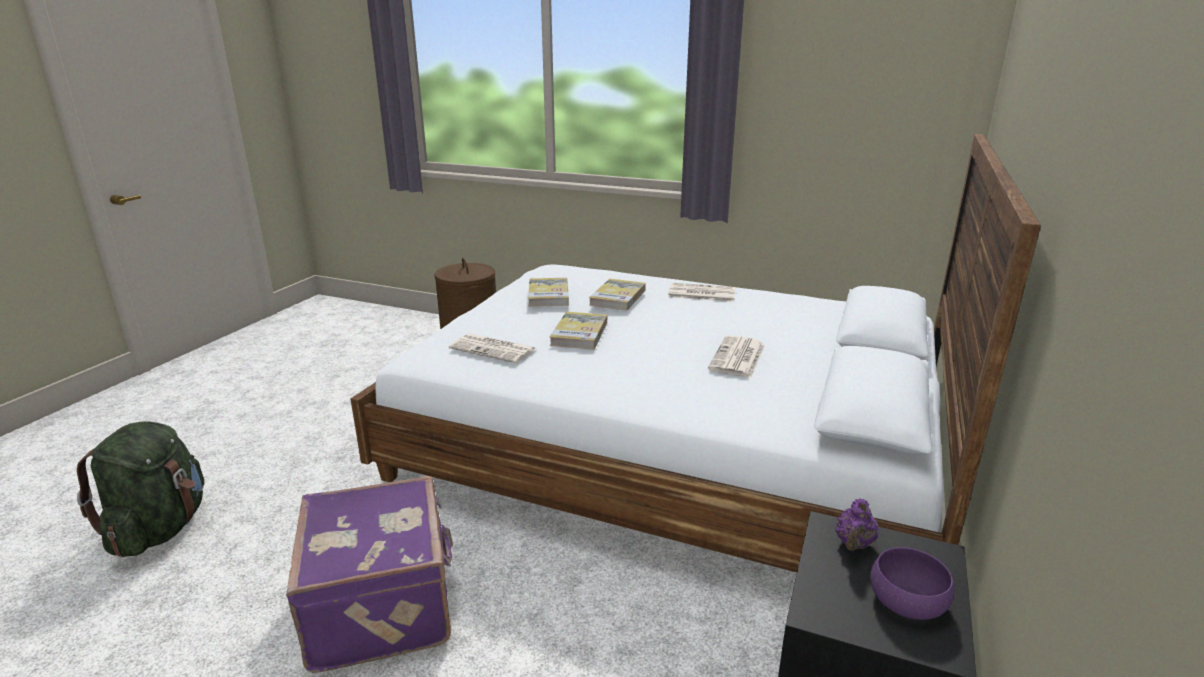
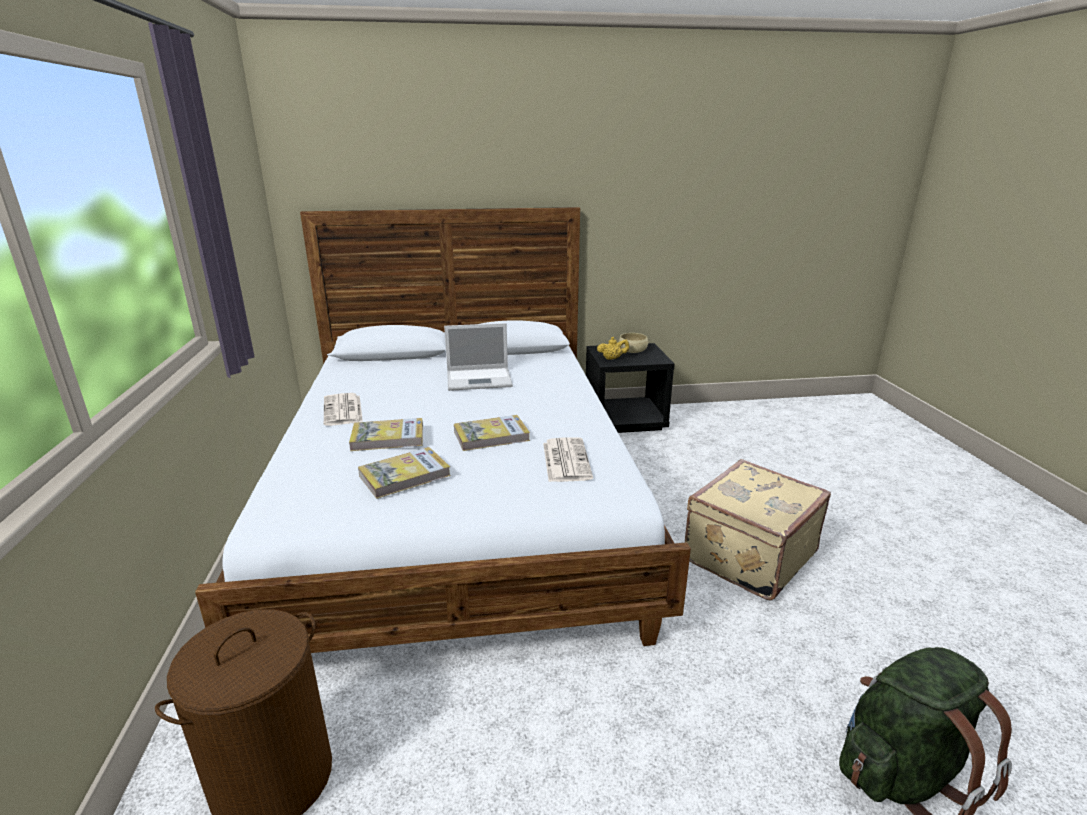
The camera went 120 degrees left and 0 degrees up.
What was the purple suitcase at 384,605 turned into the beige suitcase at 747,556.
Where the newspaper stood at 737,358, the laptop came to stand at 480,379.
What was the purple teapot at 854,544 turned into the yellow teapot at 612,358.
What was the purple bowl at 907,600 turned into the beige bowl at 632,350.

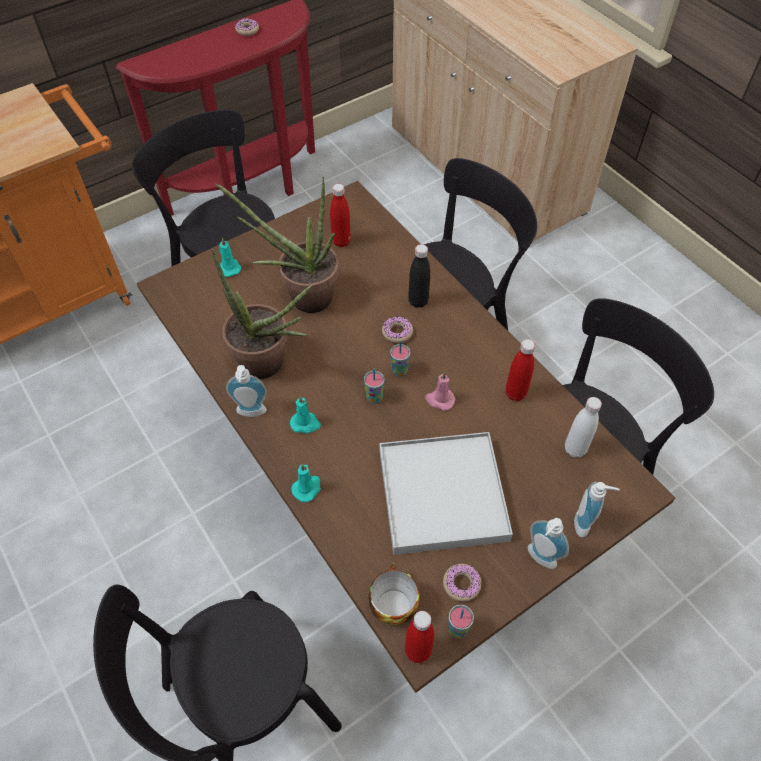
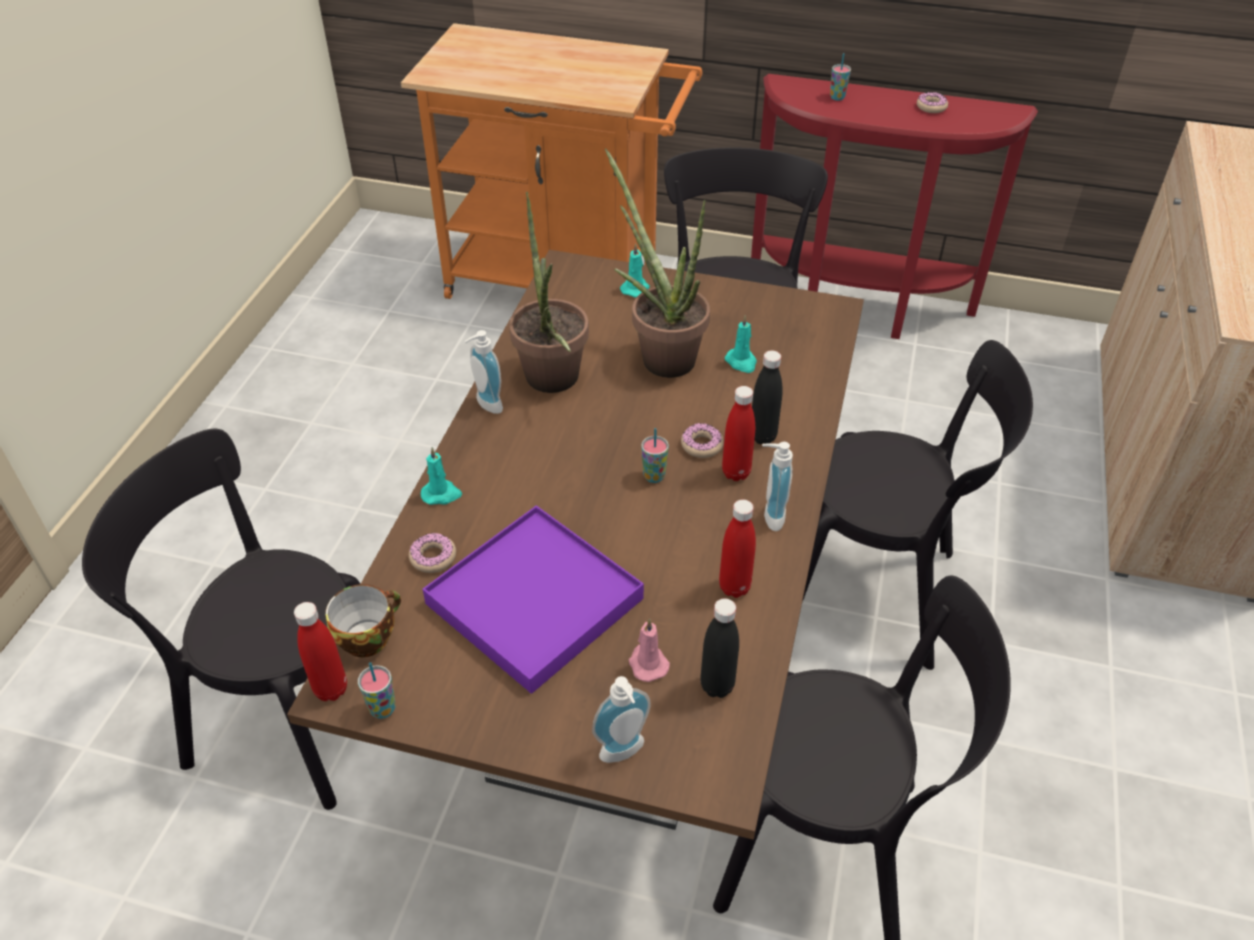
The camera went 50 degrees right and 10 degrees down.
The turquoise candle ended up elsewhere, having gone from 305,423 to 741,362.
The red bottle ended up elsewhere, having gone from 341,241 to 736,472.
The cup ended up elsewhere, having gone from 374,397 to 837,97.
What was the white tray at 442,495 turned into the purple tray at 534,601.
The pink candle ended up elsewhere, having gone from 439,400 to 647,663.
The donut ended up elsewhere, having gone from 461,584 to 433,557.
The soap dispenser ended up elsewhere, having gone from 539,559 to 769,516.
What was the white bottle at 575,449 turned into the black bottle at 717,686.

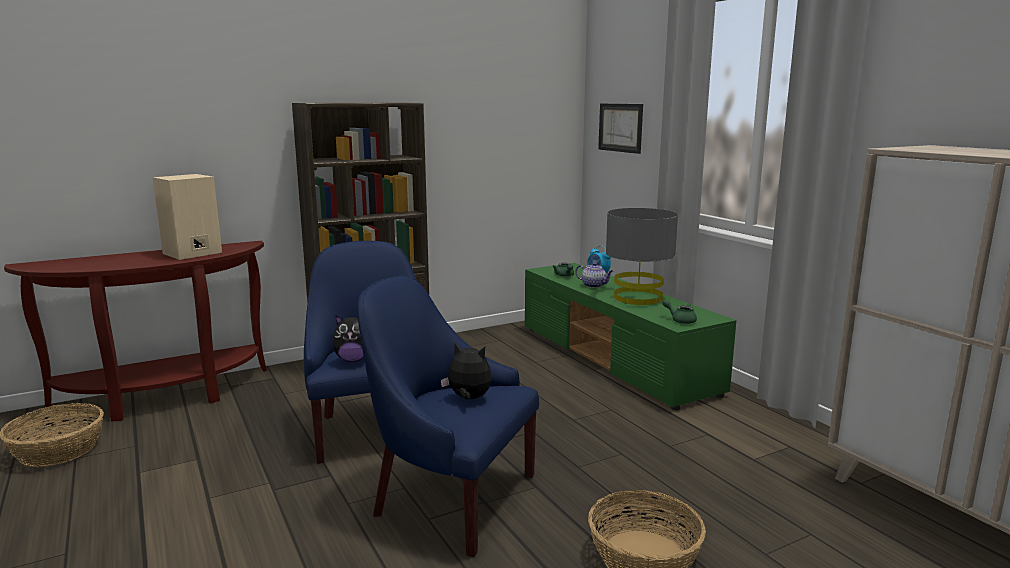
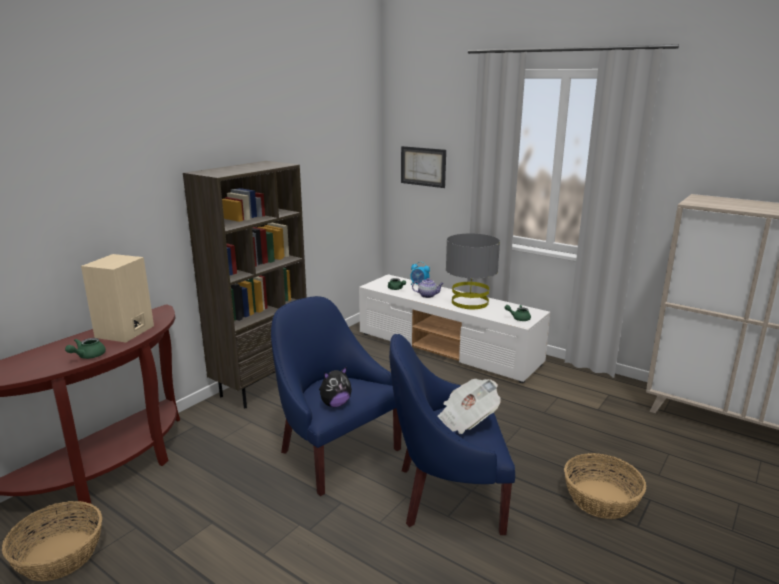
The camera went 25 degrees left and 5 degrees up.
Where the plush toy stood at 468,399, the newspaper came to stand at 465,420.
What was the green tv stand at 615,359 turned into the white tv stand at 448,349.
The second view gained the green teapot at 88,356.

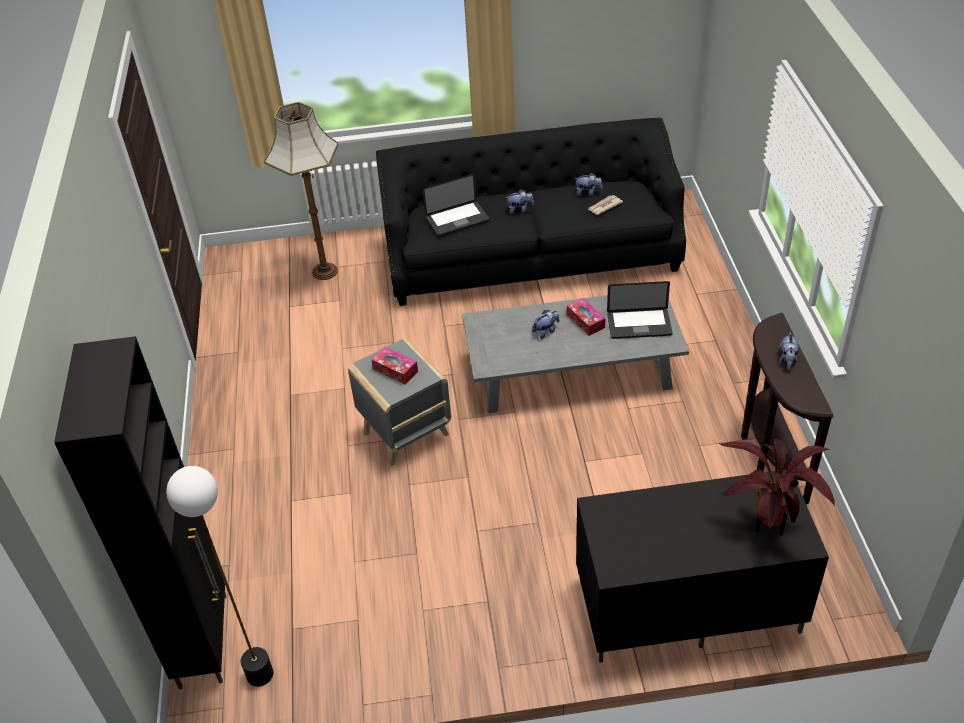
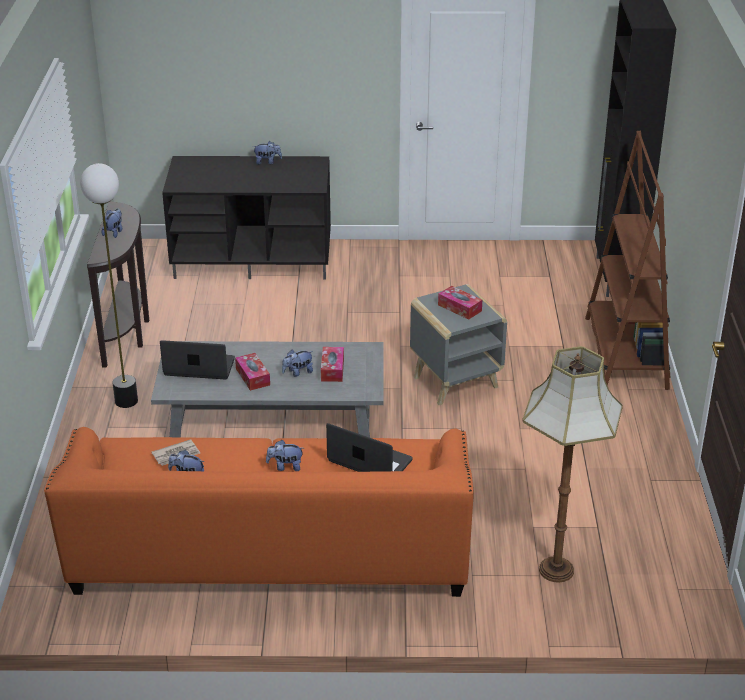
The camera went 175 degrees left and 10 degrees down.
The floor lamp ended up elsewhere, having gone from 260,673 to 126,401.
What was the black sofa at 531,256 turned into the orange sofa at 270,554.
The laptop at 457,220 ended up facing another way, 45 degrees clockwise from before.
The second view lost the potted plant at 766,526.
The second view gained the plush toy at 267,162.
The second view gained the tissue box at 332,369.
The second view gained the brown bookcase at 625,353.

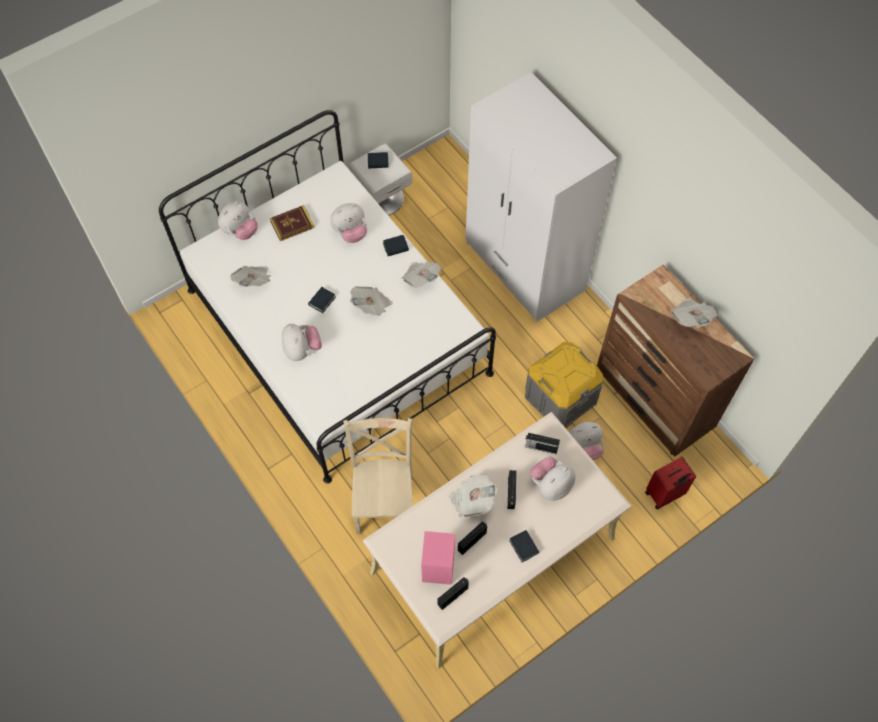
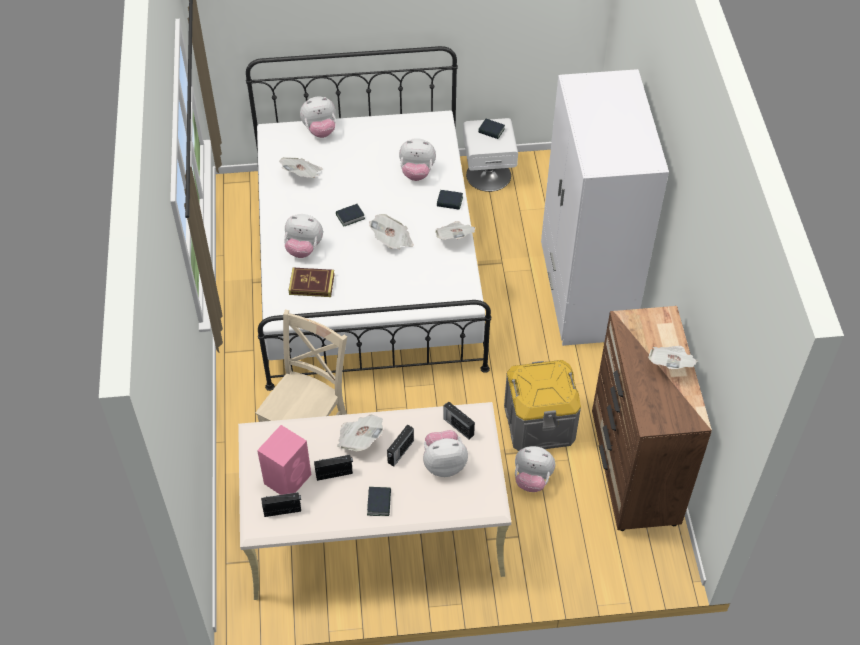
The camera went 30 degrees right and 10 degrees down.
The book ended up elsewhere, having gone from 292,225 to 311,284.
The plush toy at 302,350 ended up facing another way, 90 degrees clockwise from before.
The second view lost the red suitcase at 665,494.

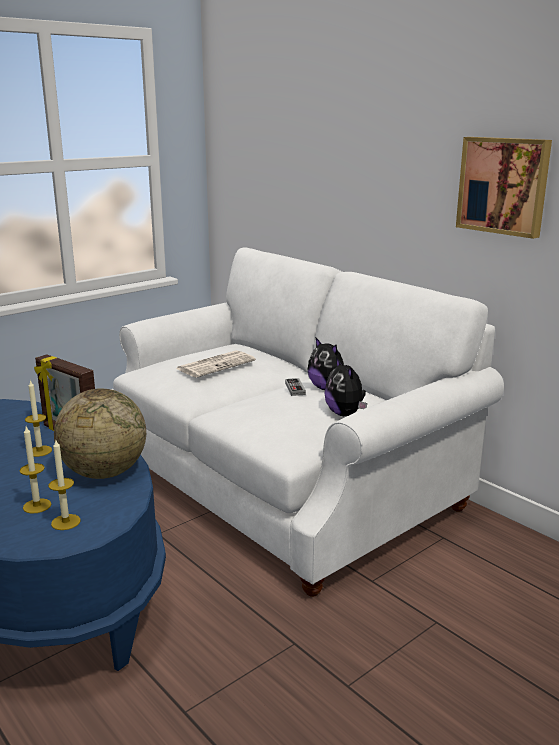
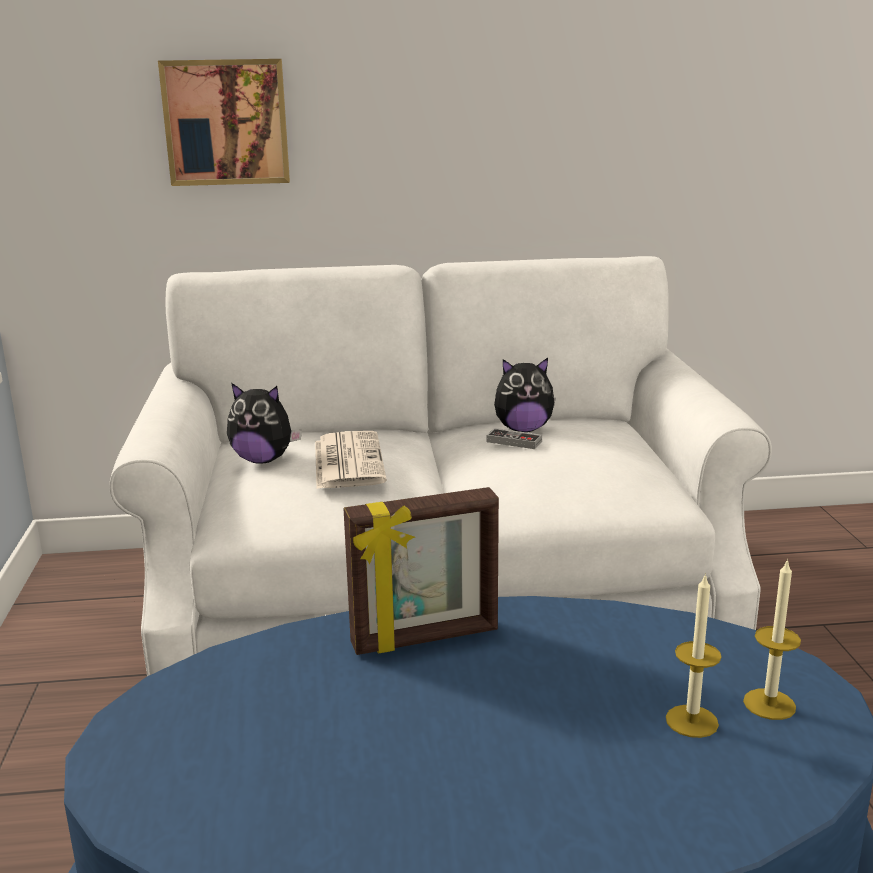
The camera went 55 degrees left and 0 degrees up.
The second view lost the candle at 39,451.
The second view lost the globe at 104,472.
The plush toy ended up elsewhere, having gone from 345,414 to 263,460.
The picture ended up elsewhere, having gone from 504,185 to 226,122.

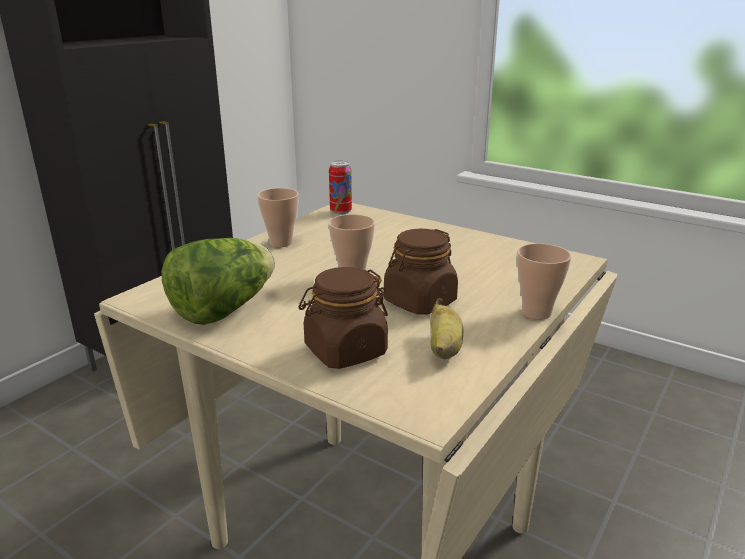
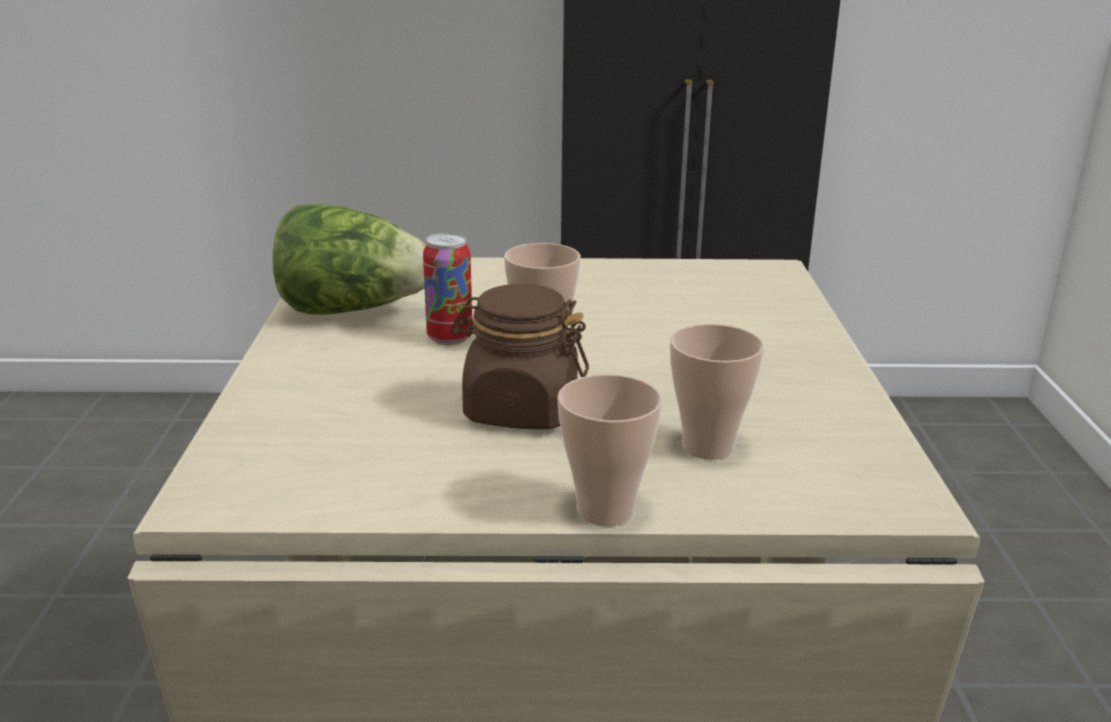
The camera went 55 degrees right and 0 degrees up.
The cup ended up elsewhere, having gone from 281,243 to 708,447.
The second view lost the brown jar at 345,351.
The can ended up elsewhere, having gone from 341,212 to 449,338.
The second view lost the banana at 444,349.

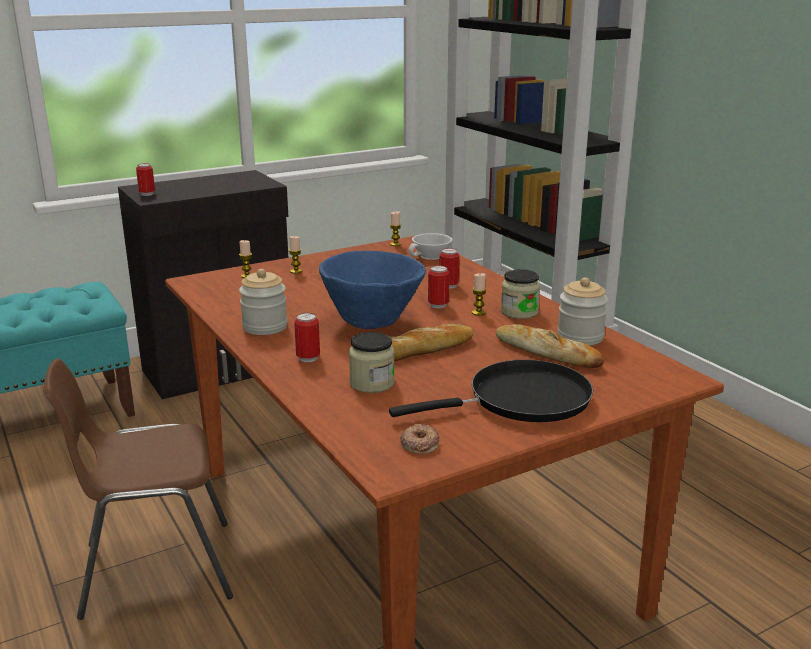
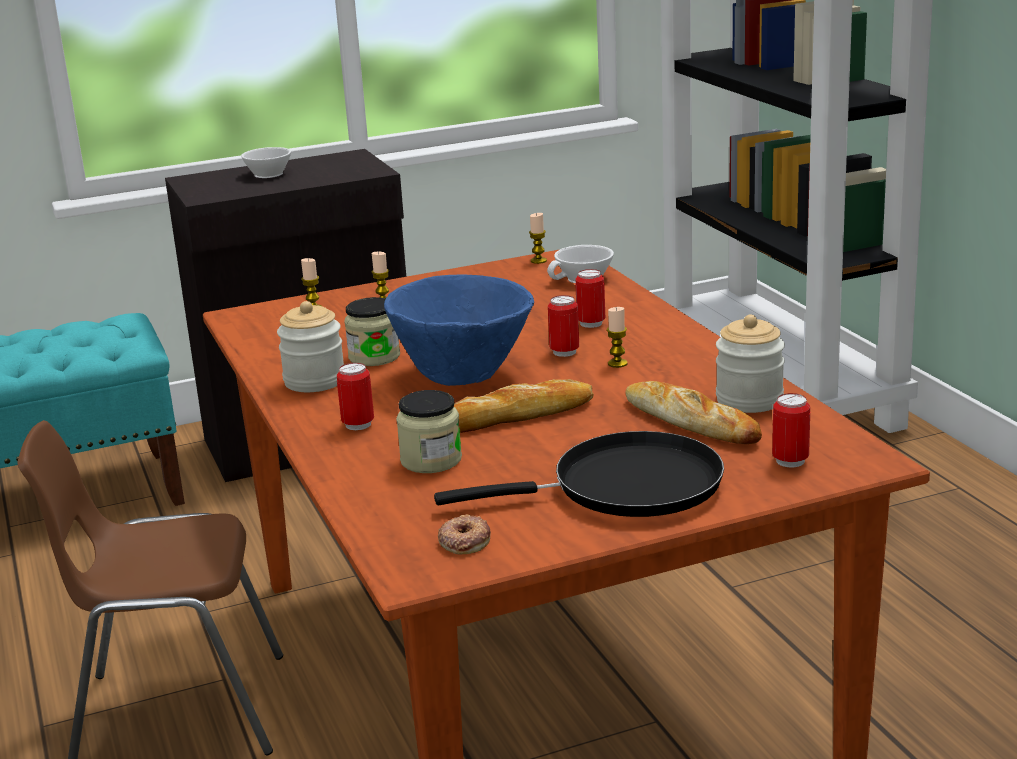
The camera went 10 degrees right and 0 degrees up.
The can ended up elsewhere, having gone from 147,194 to 790,461.
The jar ended up elsewhere, having gone from 519,312 to 374,357.
The second view gained the white cup at 266,174.

